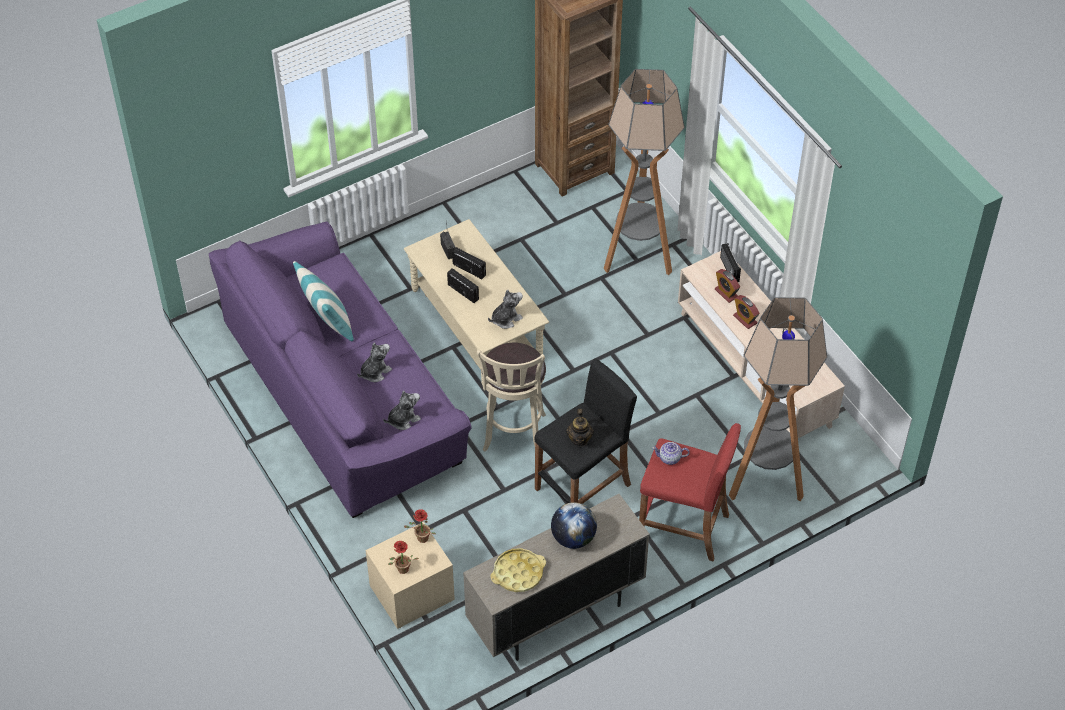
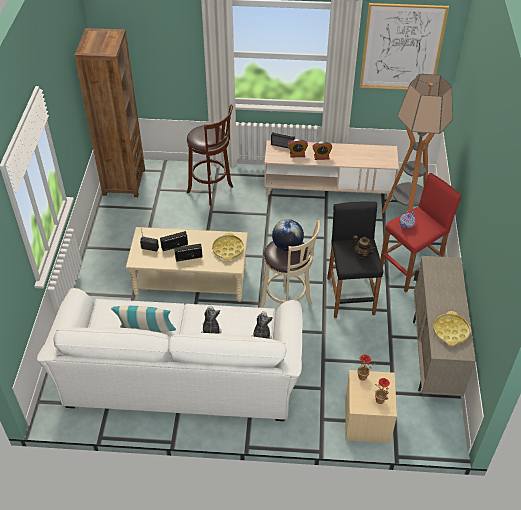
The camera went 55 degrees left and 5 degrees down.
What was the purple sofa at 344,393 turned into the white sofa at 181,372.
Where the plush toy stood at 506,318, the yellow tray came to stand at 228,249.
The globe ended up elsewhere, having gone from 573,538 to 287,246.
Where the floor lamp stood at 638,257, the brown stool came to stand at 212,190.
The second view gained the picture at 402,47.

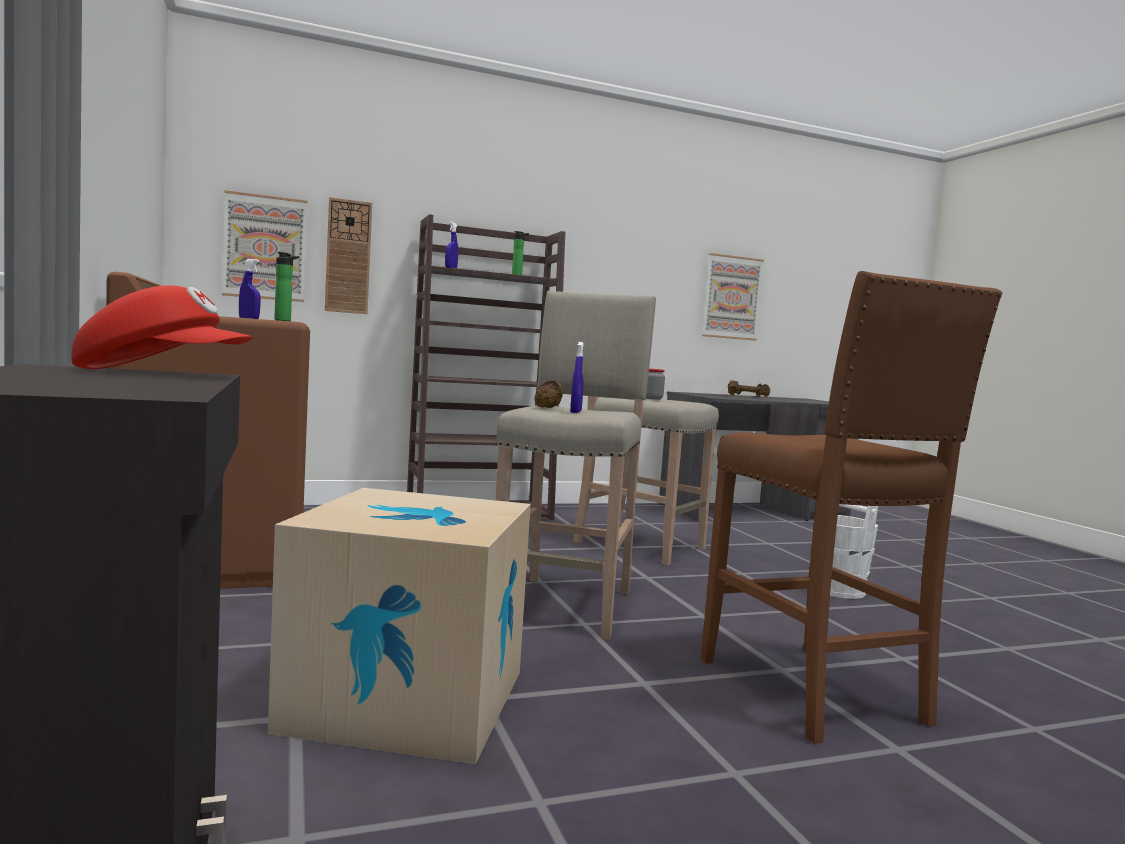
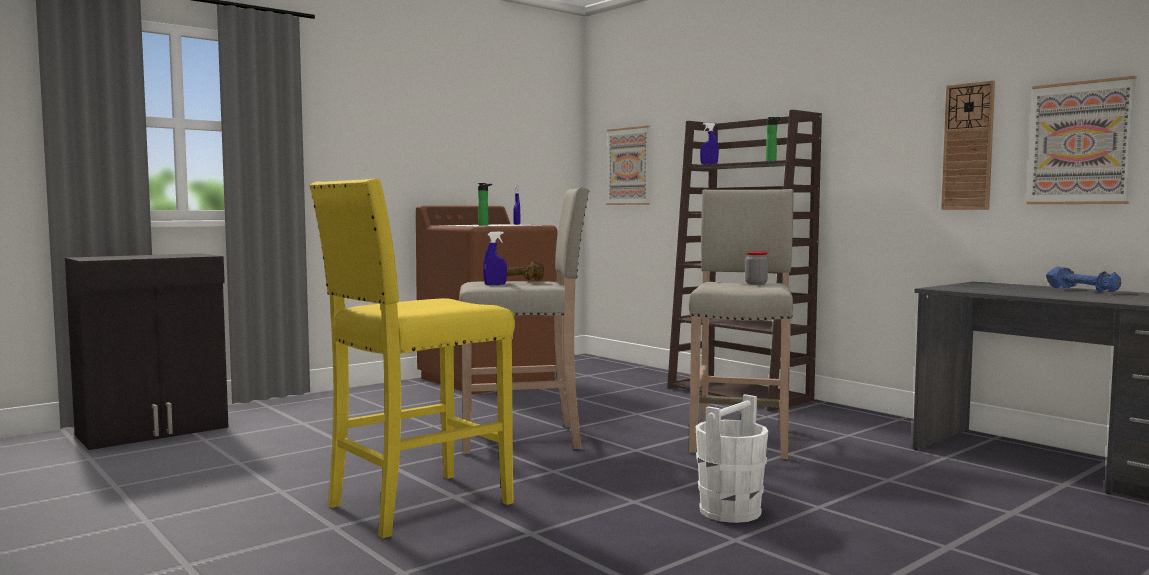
The camera went 70 degrees right and 0 degrees up.
The second view lost the red cap at 162,373.
The second view lost the cardboard box at 407,700.
The wall clock ended up elsewhere, having gone from 348,256 to 968,146.
What was the brown stool at 813,693 turned into the yellow stool at 416,505.
What was the brown dumbbell at 747,396 turned into the blue dumbbell at 1083,290.

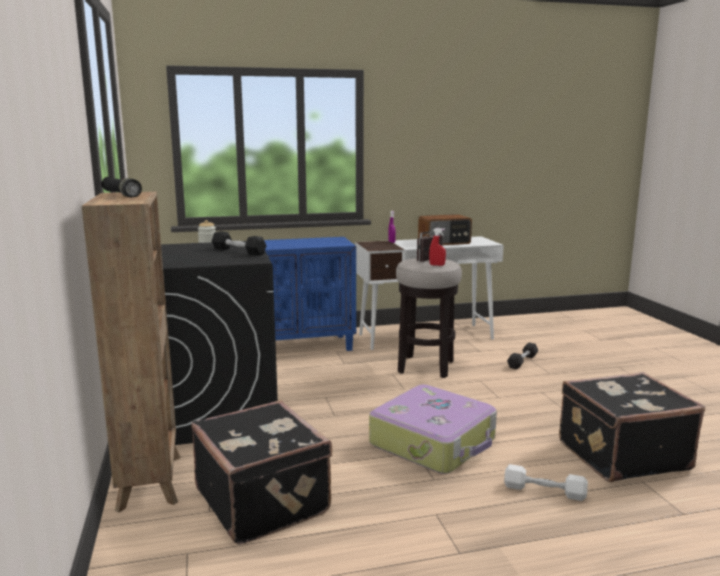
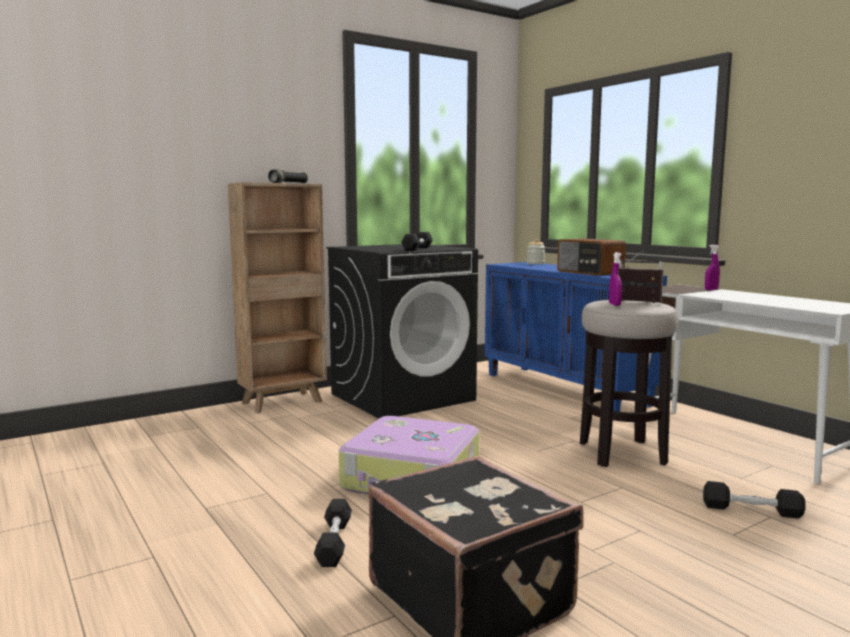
The camera went 70 degrees right and 5 degrees down.
The second view lost the black suitcase at 264,500.
The radio ended up elsewhere, having gone from 444,242 to 589,272.
What was the red spray bottle at 437,265 turned into the purple spray bottle at 614,305.
What was the white dumbbell at 544,491 turned into the black dumbbell at 334,543.

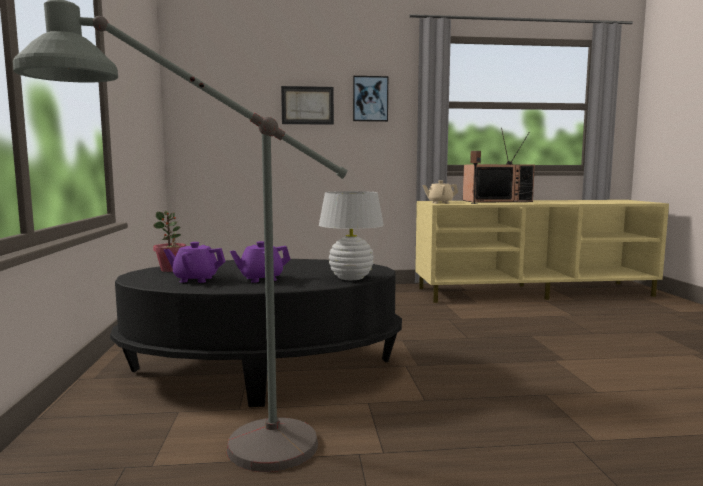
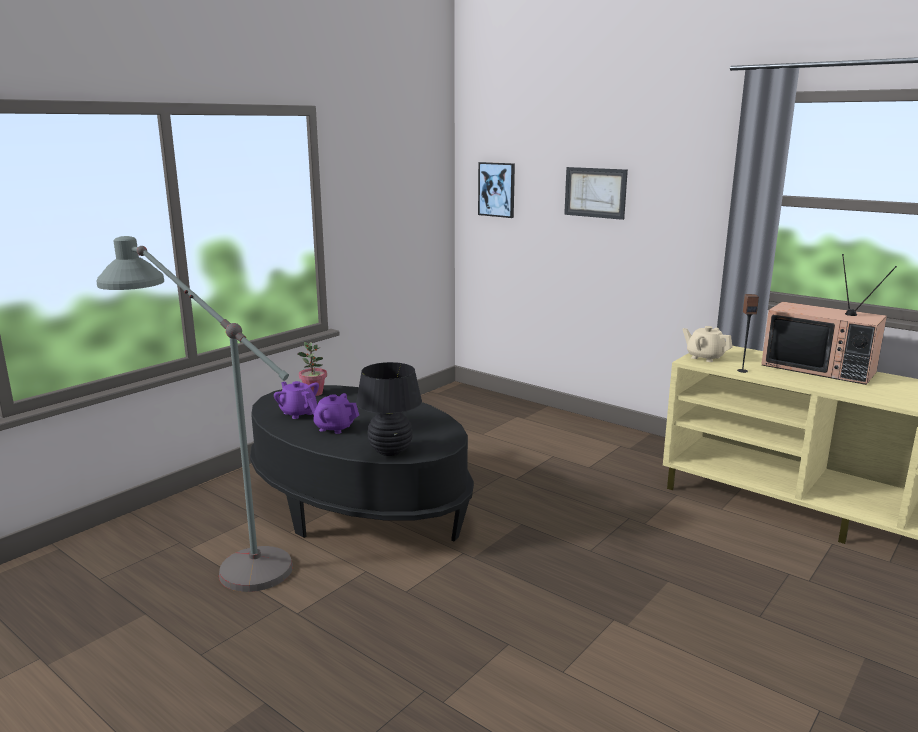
The camera went 45 degrees right and 10 degrees up.
What was the white table lamp at 351,278 turned into the black table lamp at 390,451.
The picture ended up elsewhere, having gone from 370,99 to 497,189.

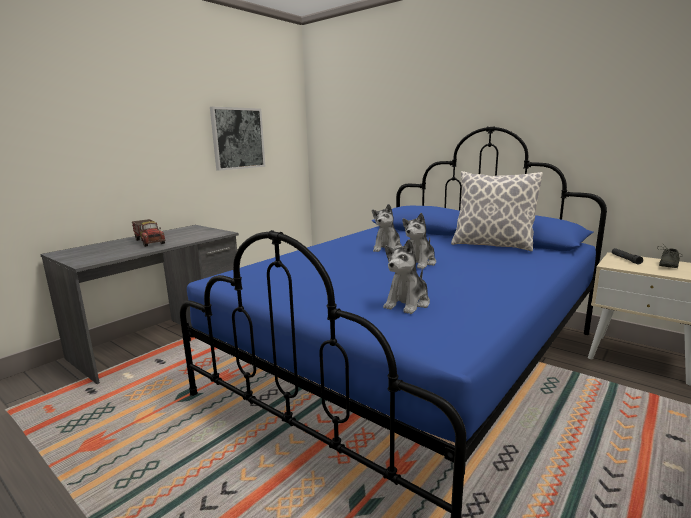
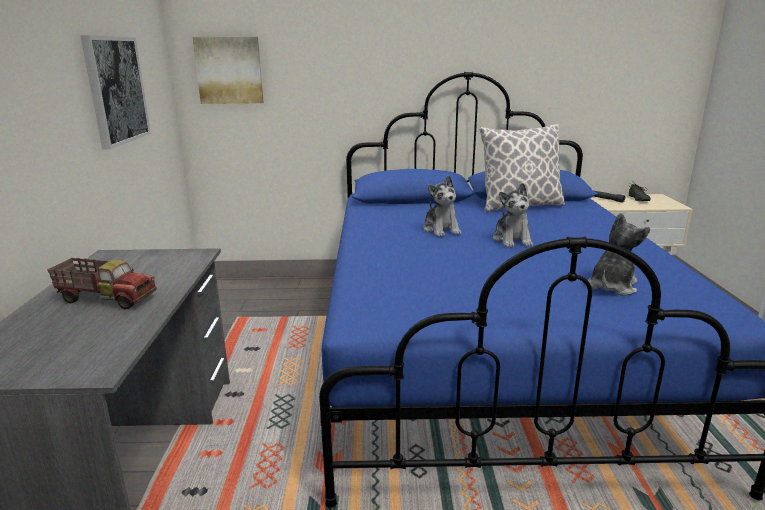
The camera went 40 degrees left and 5 degrees up.
The plush toy at 407,303 ended up facing another way, 135 degrees counterclockwise from before.
The second view gained the picture at 229,70.

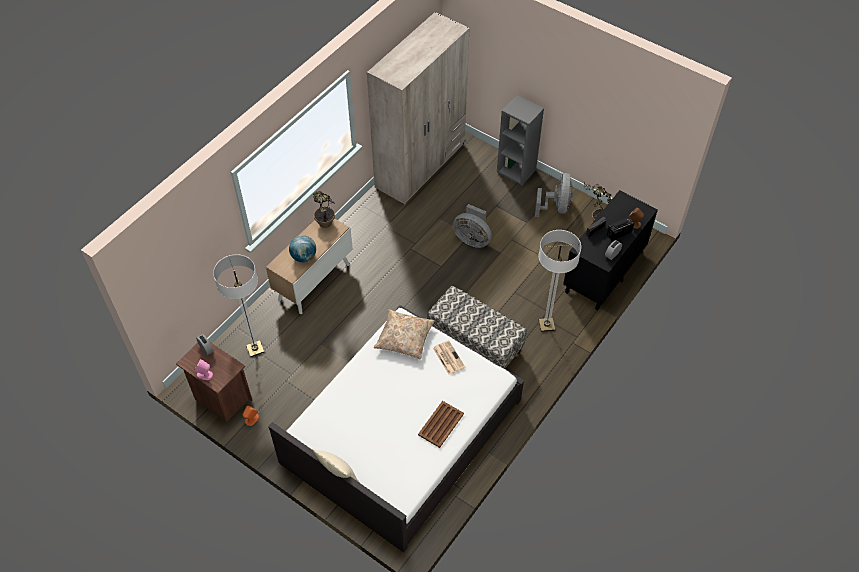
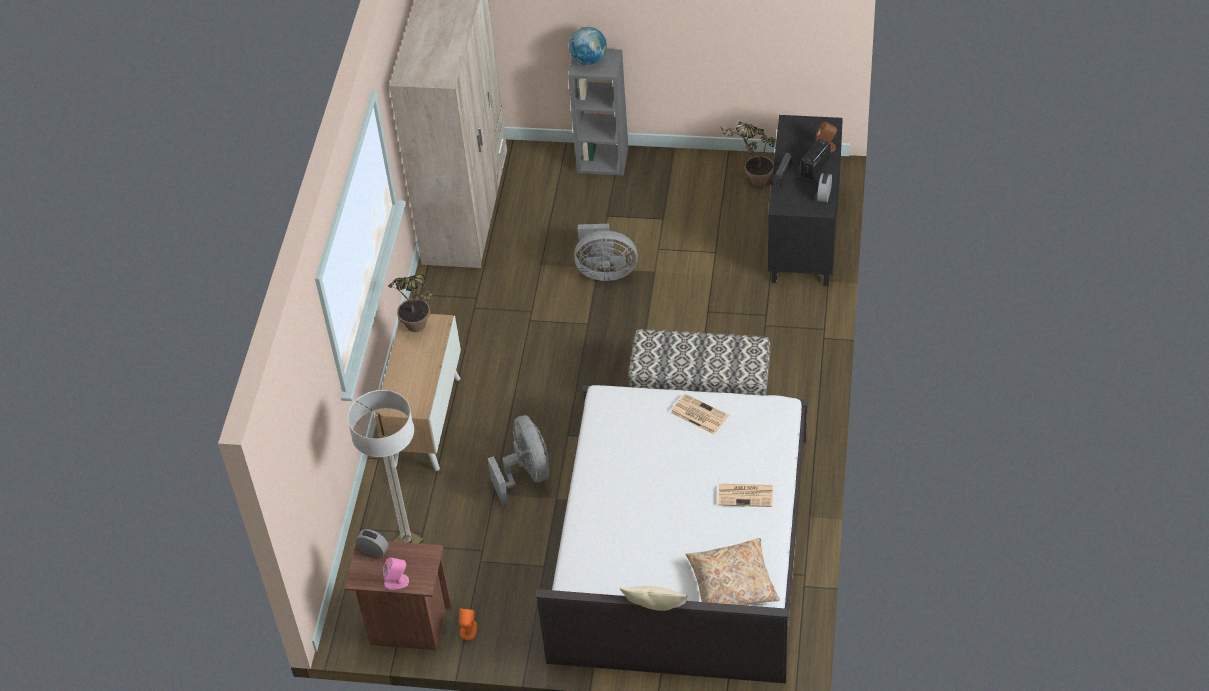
The camera went 25 degrees left and 5 degrees down.
The globe ended up elsewhere, having gone from 304,257 to 589,60.
The beige pillow ended up elsewhere, having gone from 404,338 to 732,584.
Where the brown tray stood at 441,424, the newspaper came to stand at 746,495.
The grey fan ended up elsewhere, having gone from 556,207 to 526,474.
The second view lost the floor lamp at 546,325.

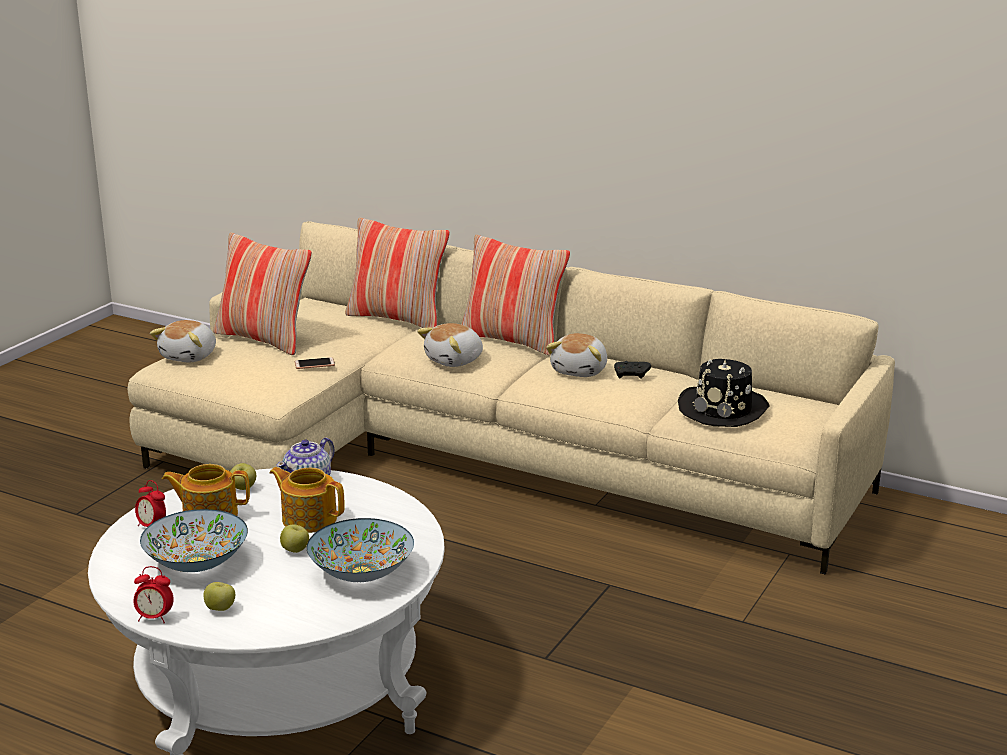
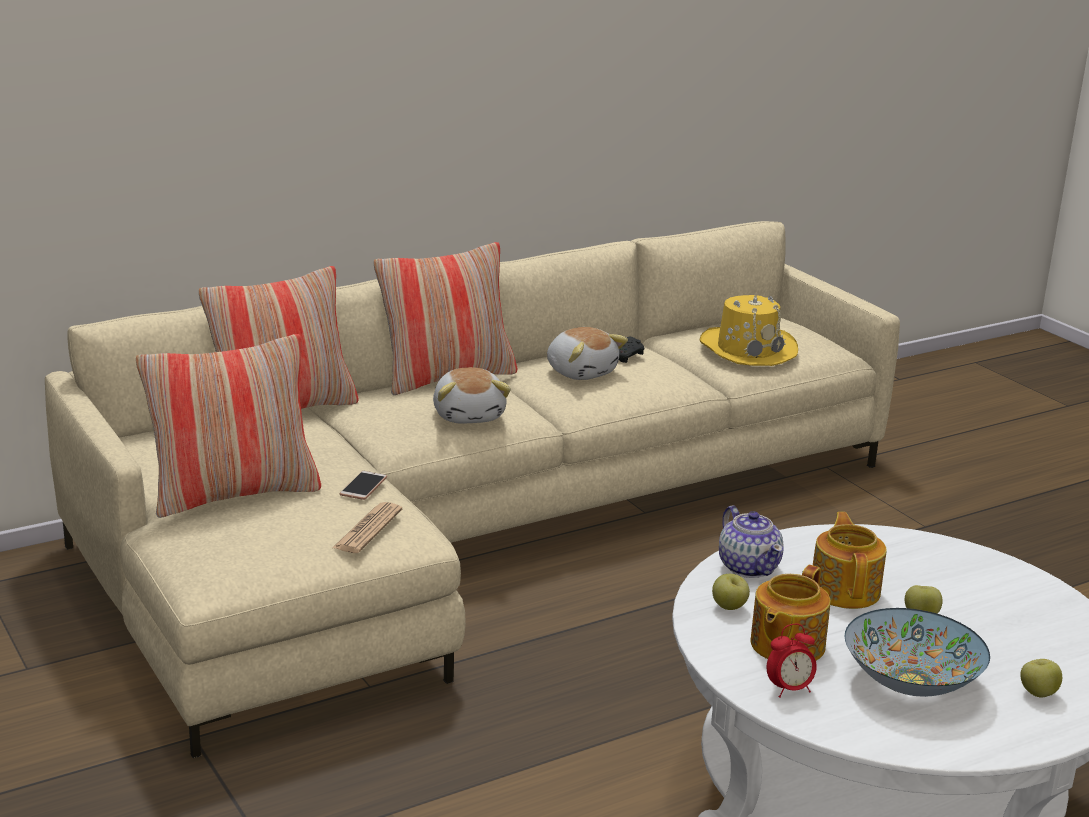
The camera went 60 degrees left and 0 degrees up.
The second view lost the alarm clock at 154,618.
The second view lost the plush toy at 190,356.
The teapot at 308,519 ended up facing another way, 120 degrees clockwise from before.
The second view lost the bowl at 361,573.
What was the black hat at 723,409 turned into the yellow hat at 747,349.
The second view gained the newspaper at 368,529.

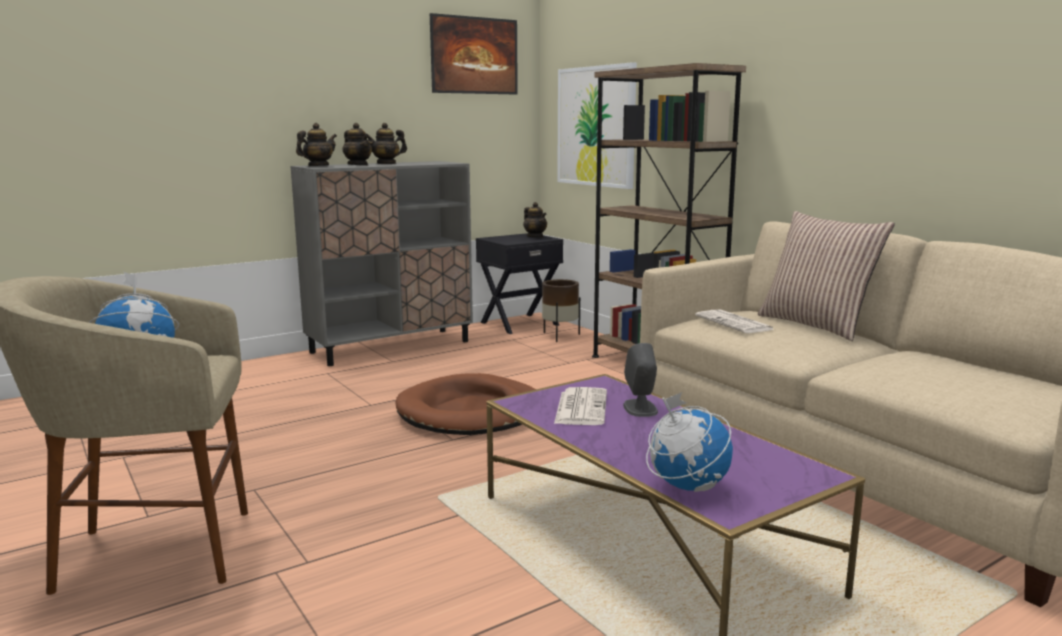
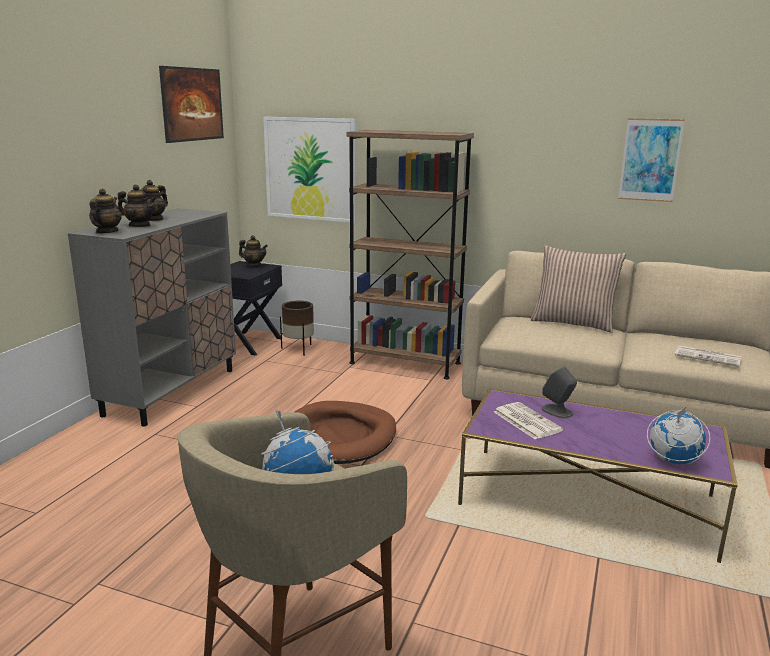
The camera went 35 degrees left and 5 degrees up.
The newspaper ended up elsewhere, having gone from 735,323 to 708,357.
The second view gained the picture at 650,160.

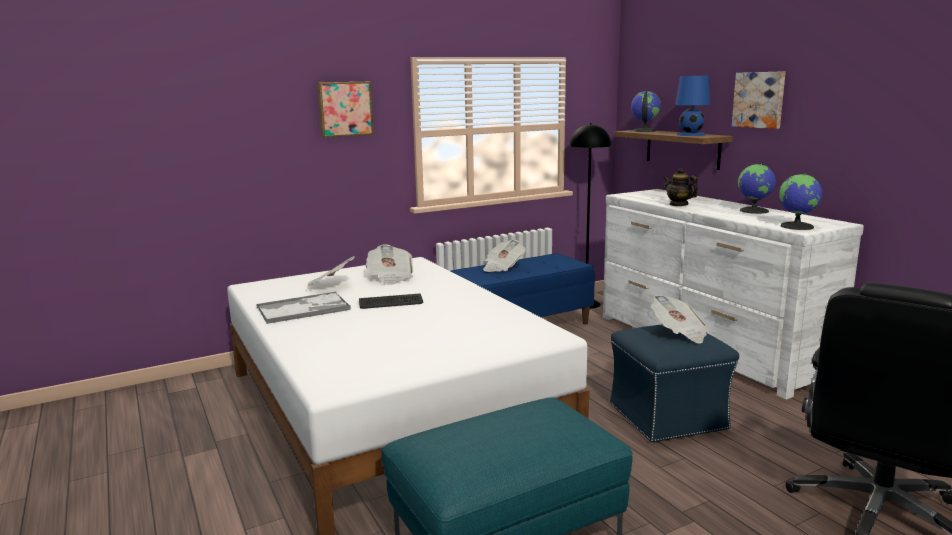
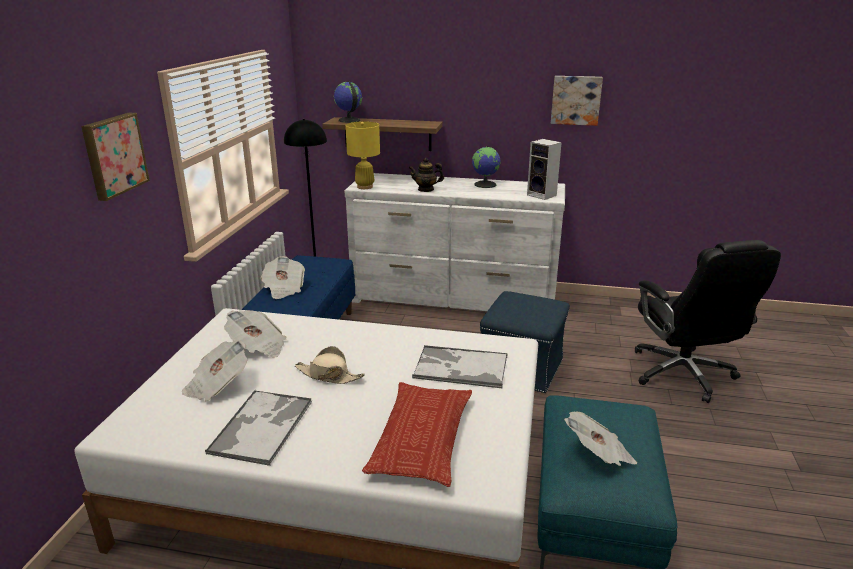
The camera went 50 degrees left and 10 degrees up.
Where the keyboard stood at 391,302, the beige hat came to stand at 329,375.
The newspaper ended up elsewhere, having gone from 679,333 to 598,455.
The second view lost the blue table lamp at 690,134.
The picture ended up elsewhere, having gone from 759,100 to 576,100.
Where the globe stood at 797,226, the speaker came to stand at 543,195.
The second view gained the yellow table lamp at 365,187.
The second view gained the pillow at 422,438.
The second view gained the tray at 460,367.

